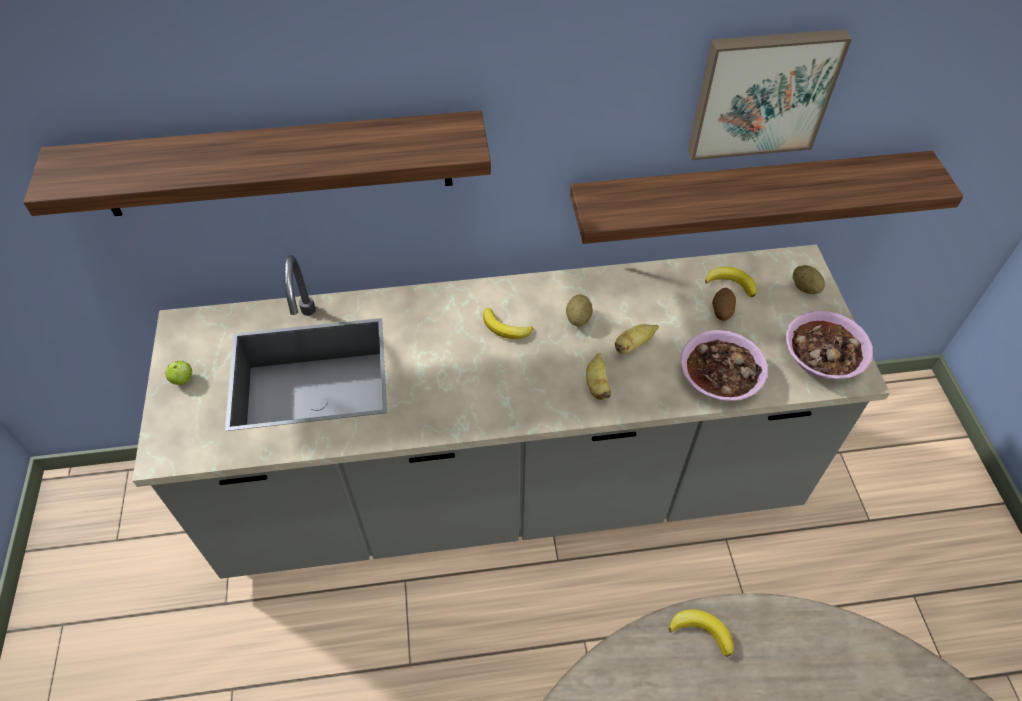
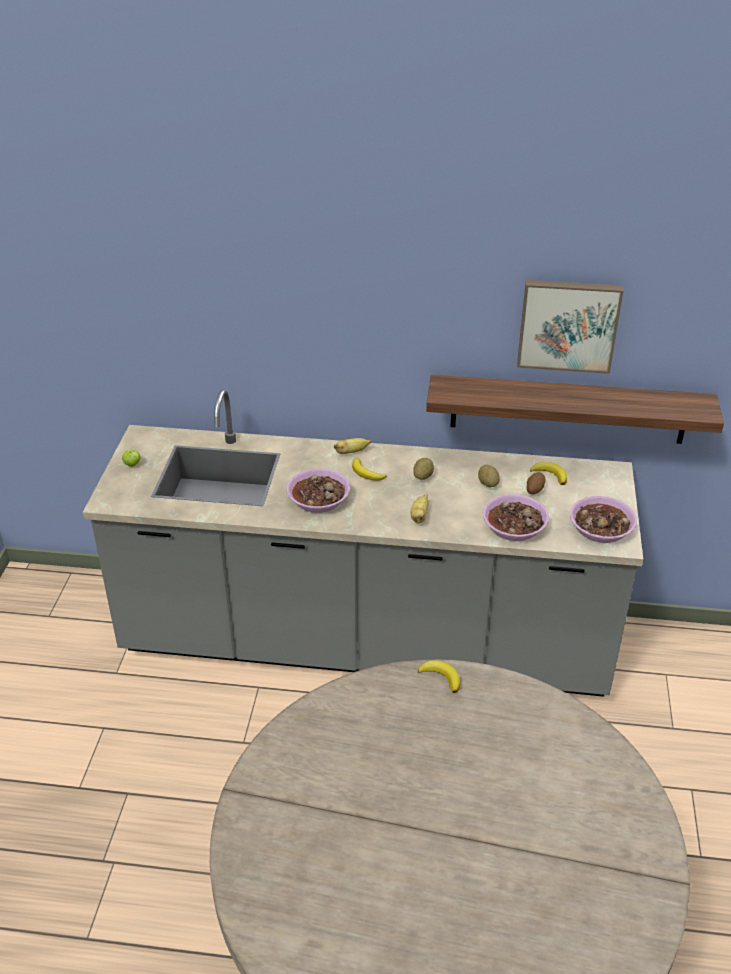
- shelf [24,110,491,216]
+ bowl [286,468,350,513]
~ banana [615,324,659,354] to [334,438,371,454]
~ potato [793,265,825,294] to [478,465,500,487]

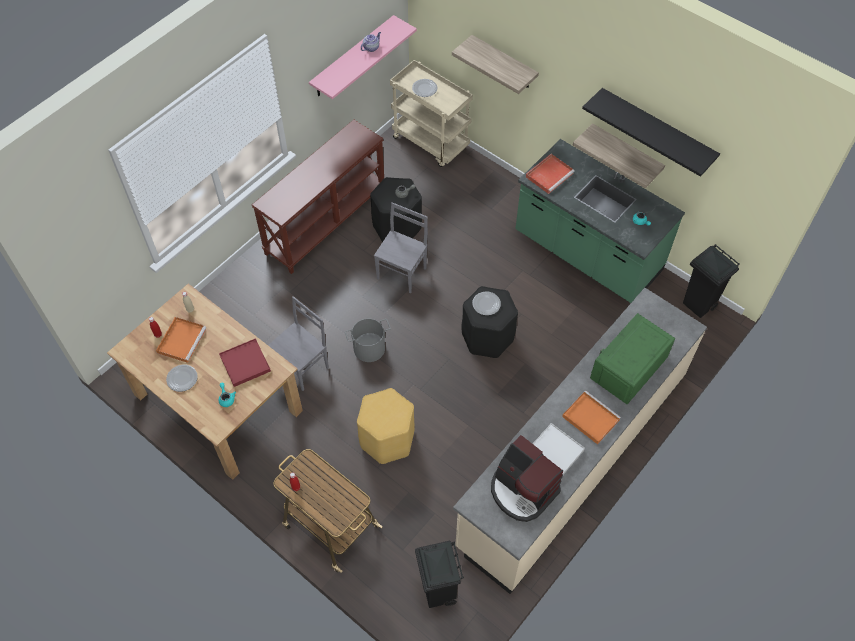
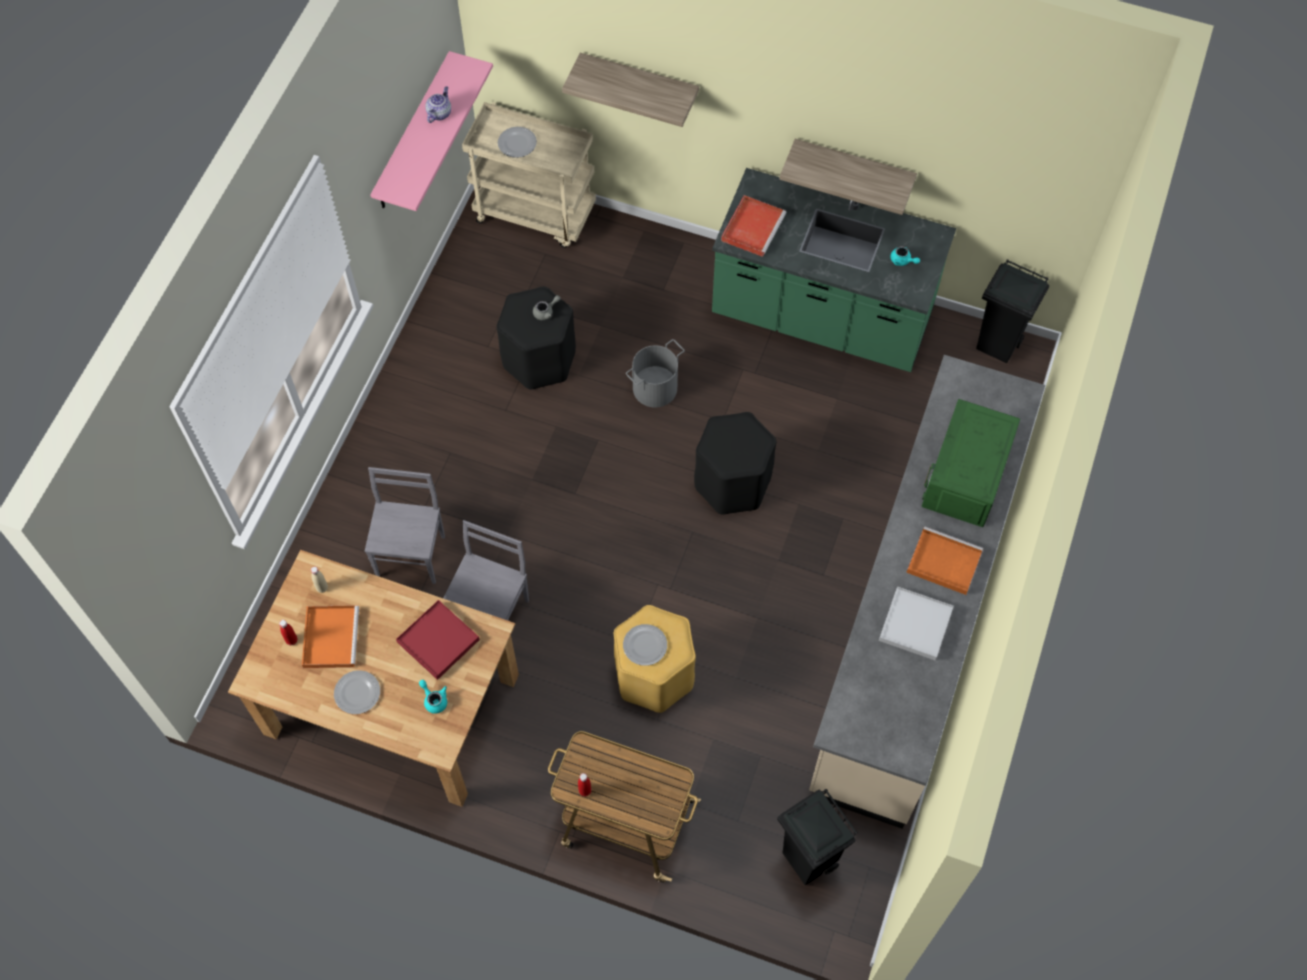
- console table in brown [252,120,384,274]
- coffee machine [491,435,563,522]
- shelf in black [582,88,720,177]
~ bucket in grey [345,319,391,362] to [626,339,685,407]
~ chair in grey [374,202,428,293] to [365,467,445,584]
~ plate [472,291,501,315] to [623,624,667,666]

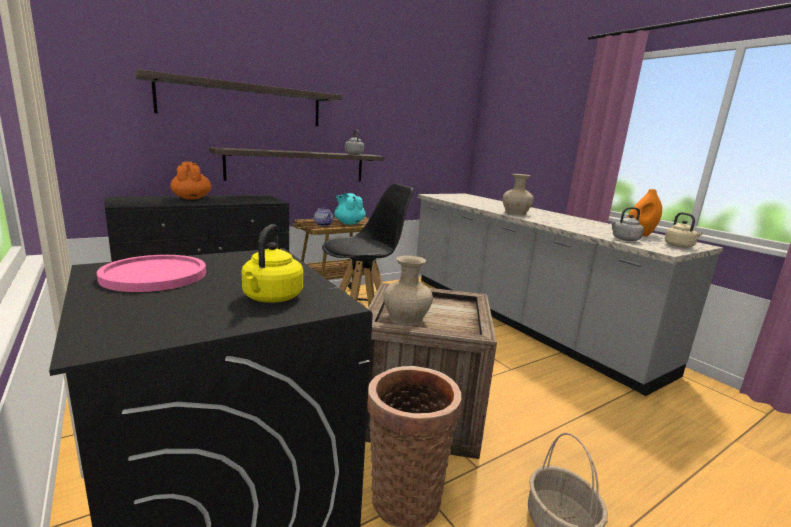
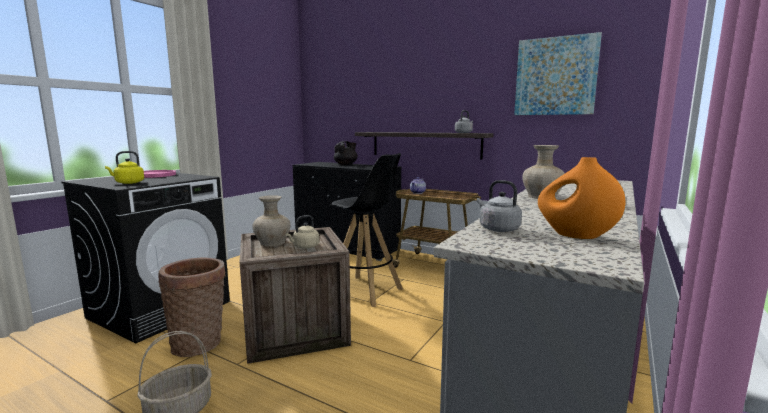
- shelf [135,69,342,126]
- teapot in turquoise [334,193,366,225]
+ picture [514,32,602,115]
~ kettle in beige [664,212,703,248] to [286,215,319,249]
~ teapot in orange [170,162,212,199] to teapot in black [334,141,358,165]

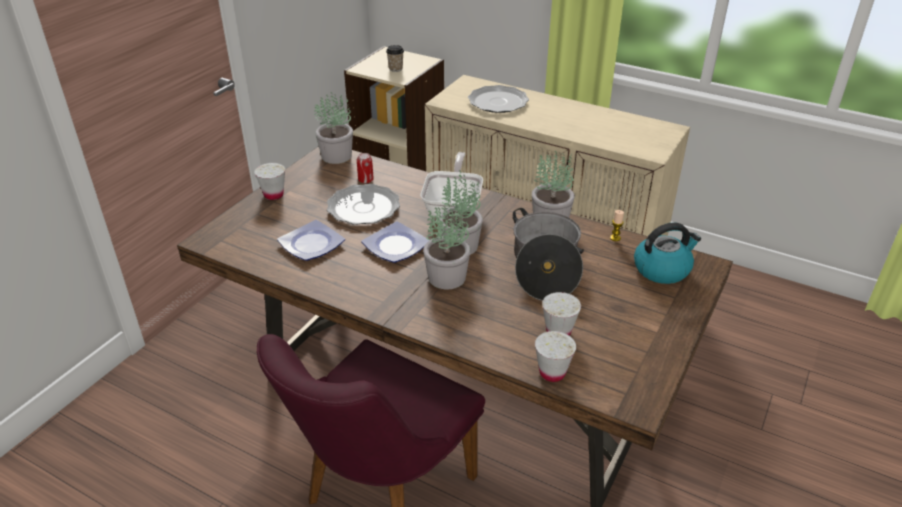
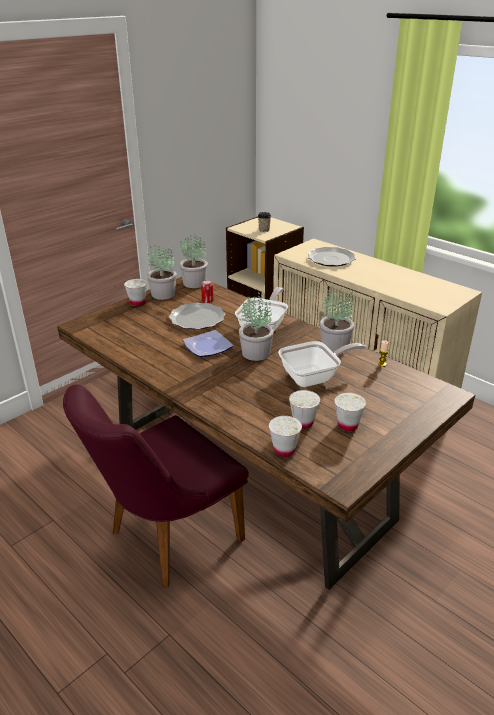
- plate [277,220,345,261]
- kettle [634,222,701,284]
+ cup in white [335,393,366,431]
~ potted plant [423,207,471,289] to [147,246,176,300]
~ cooking pot [513,208,584,301] to frying pan [278,341,366,387]

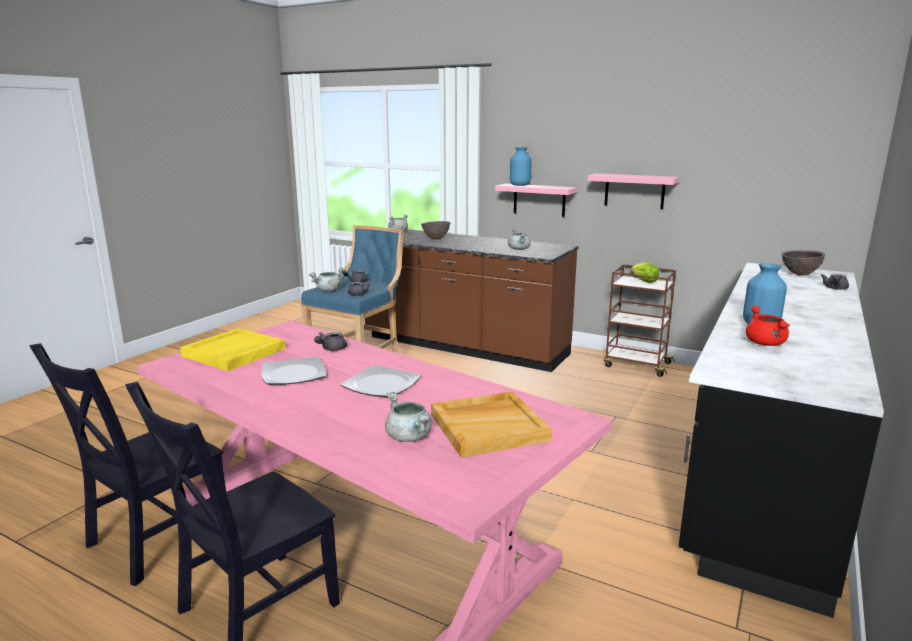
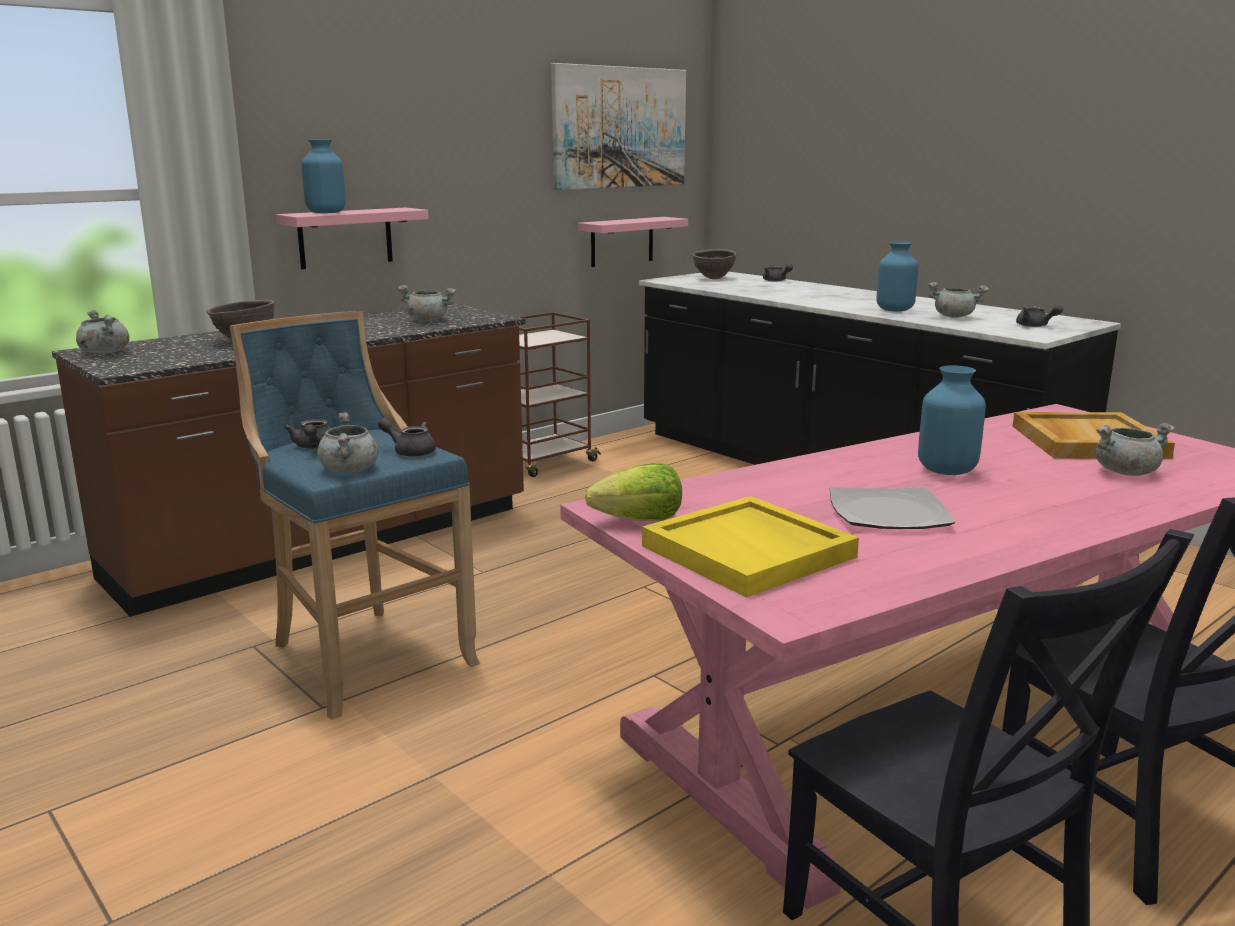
+ picture [551,63,686,190]
~ teapot in grey [314,332,347,351] to [1016,305,1063,327]
~ shelf in pink [587,173,679,209] to [578,217,688,267]
~ lettuce [631,263,659,283] to [585,463,682,520]
~ plate [340,365,421,397] to vase in blue [918,365,986,475]
~ cooking pot in red [746,306,790,346] to cooking pot in grey [928,282,989,318]

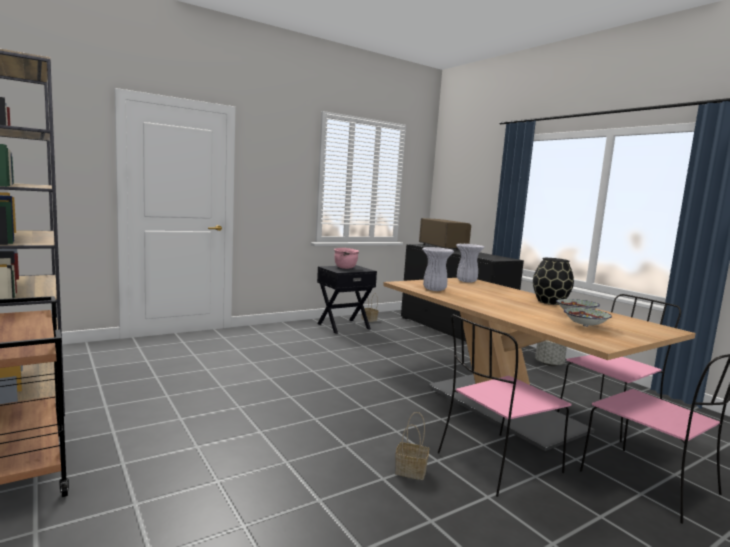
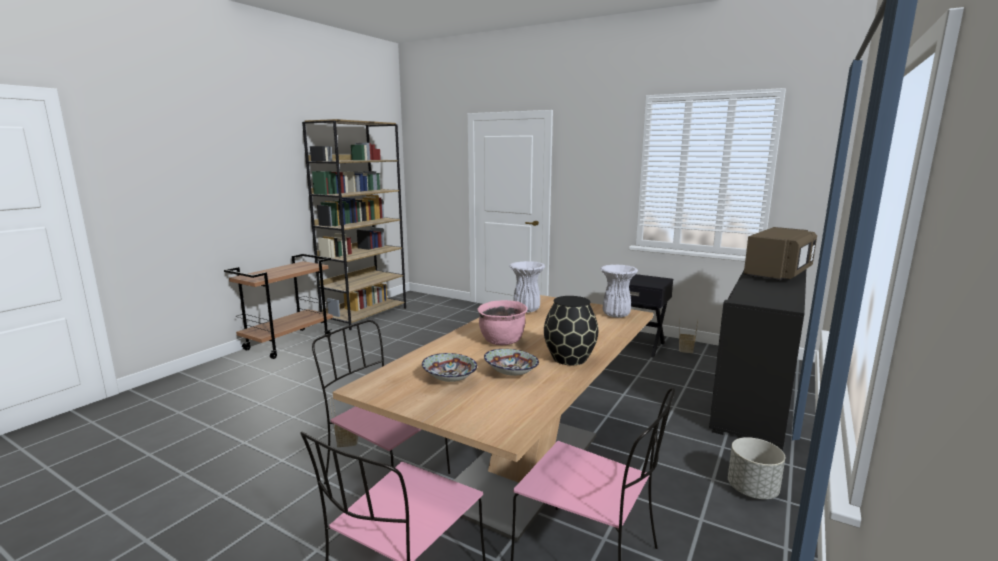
~ cooking pot in pink [334,248,359,269] to [477,300,528,345]

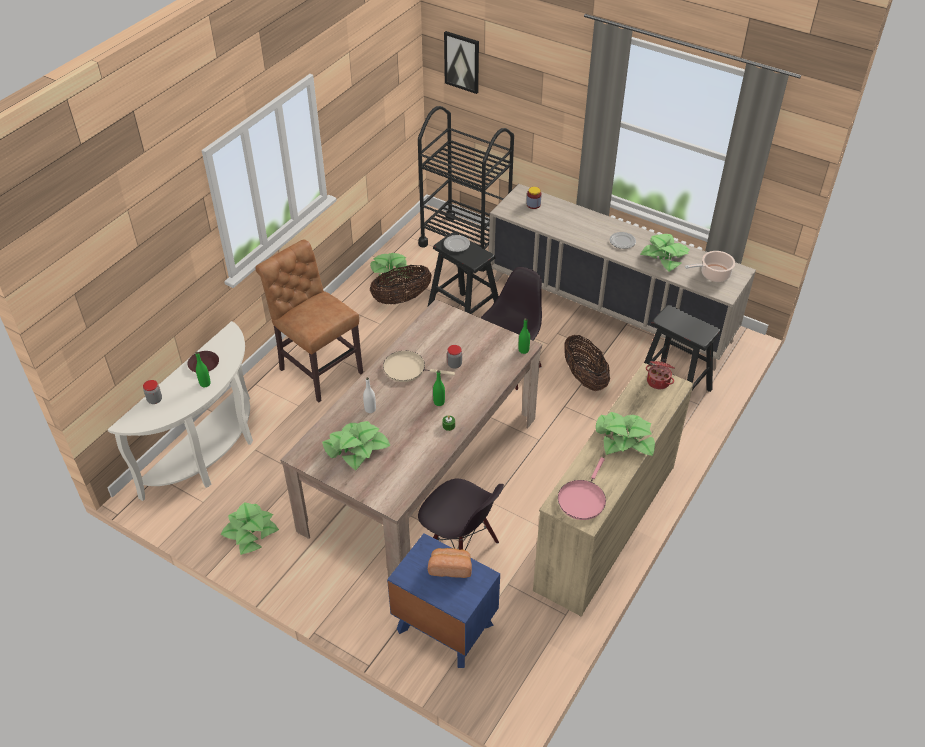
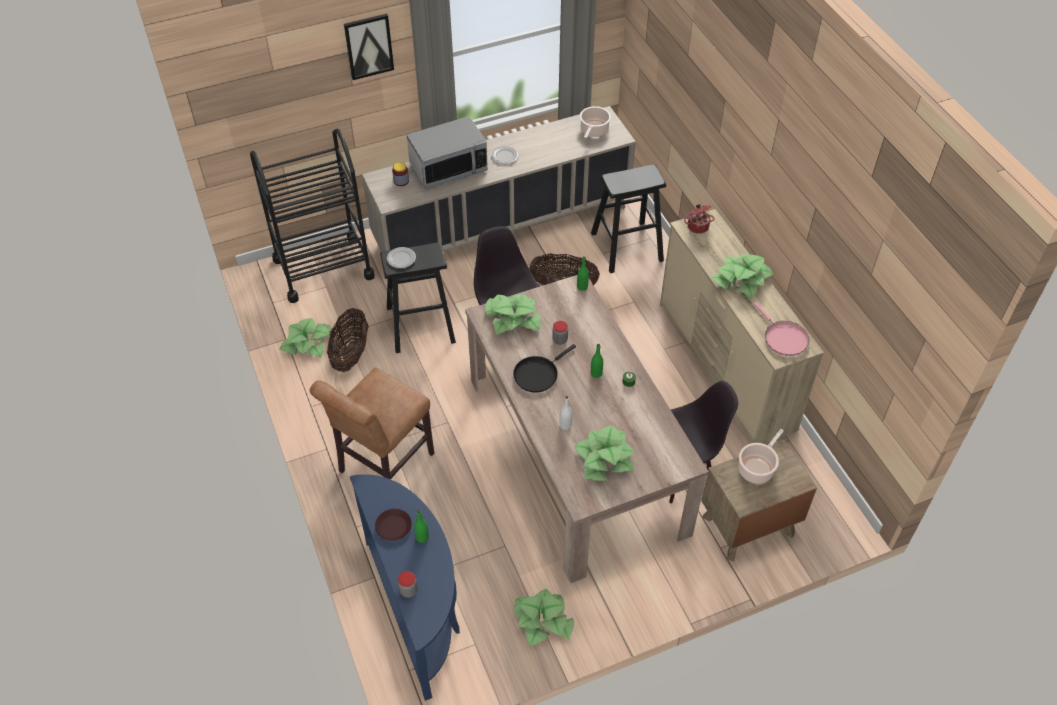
+ microwave [407,116,488,189]
~ picture [444,31,479,94] to [344,14,394,80]
~ potted plant [640,234,690,272] to [485,294,541,335]
~ bread [428,548,472,578] to cooking pot [738,429,784,484]
~ console table in white [108,321,253,501] to console table in blue [350,474,460,701]
~ frying pan in beige [383,351,455,382] to frying pan in black [513,344,576,393]
~ nightstand in blue [387,533,500,668] to nightstand in brown [701,440,817,561]
~ chair in brown [255,240,363,402] = [310,367,434,479] 45 degrees counterclockwise

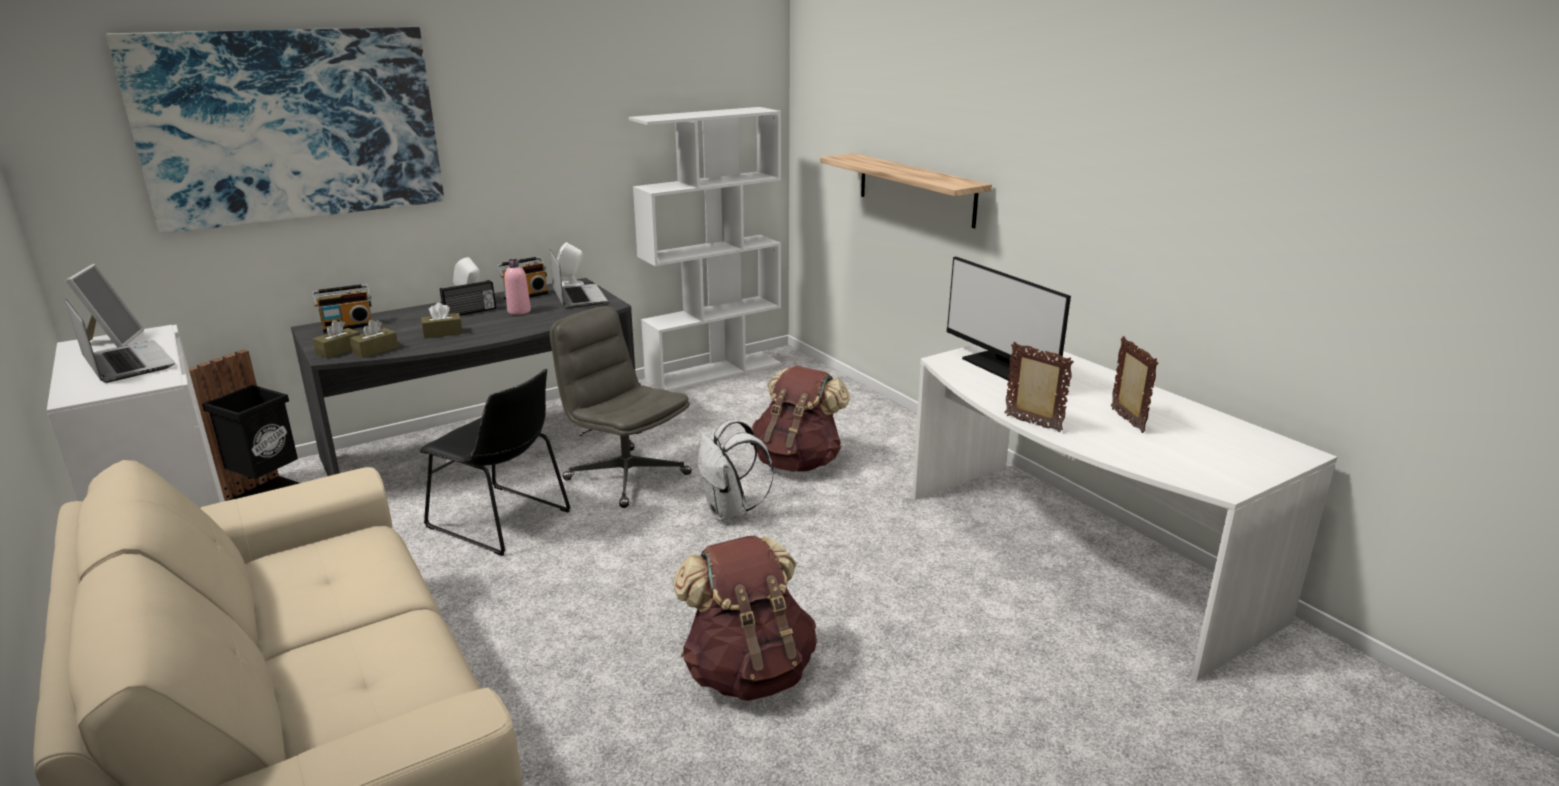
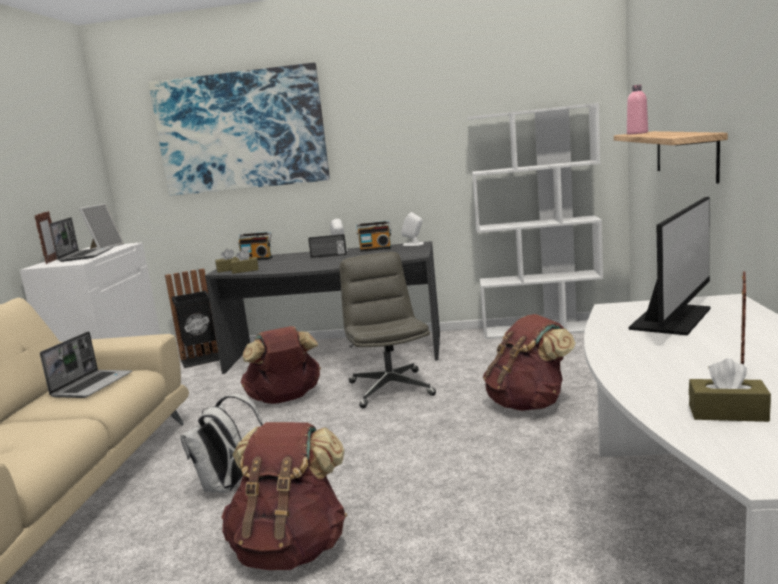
~ tissue box in brown [421,303,463,338] to [689,358,771,422]
~ bottle in pink [505,259,531,315] to [627,85,648,135]
~ laptop [549,249,608,308] to [40,332,132,398]
~ backpack in white [698,419,774,521] to [180,394,263,493]
~ picture frame [1004,342,1074,432] to [35,211,57,264]
~ chair in black [420,369,570,556] to backpack in brown [241,326,321,404]
~ monitor [947,257,1071,383] = [629,197,711,336] 150 degrees counterclockwise

